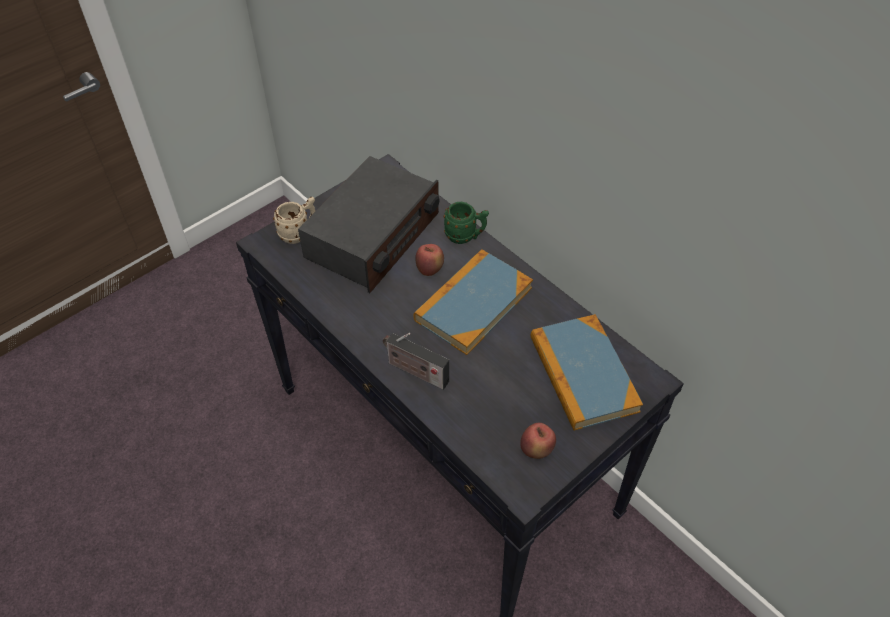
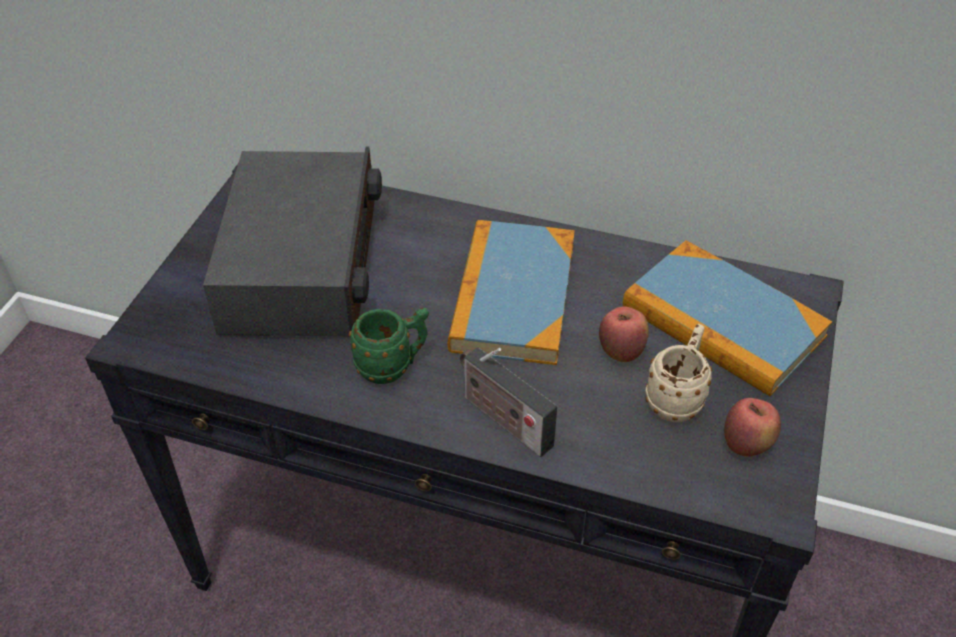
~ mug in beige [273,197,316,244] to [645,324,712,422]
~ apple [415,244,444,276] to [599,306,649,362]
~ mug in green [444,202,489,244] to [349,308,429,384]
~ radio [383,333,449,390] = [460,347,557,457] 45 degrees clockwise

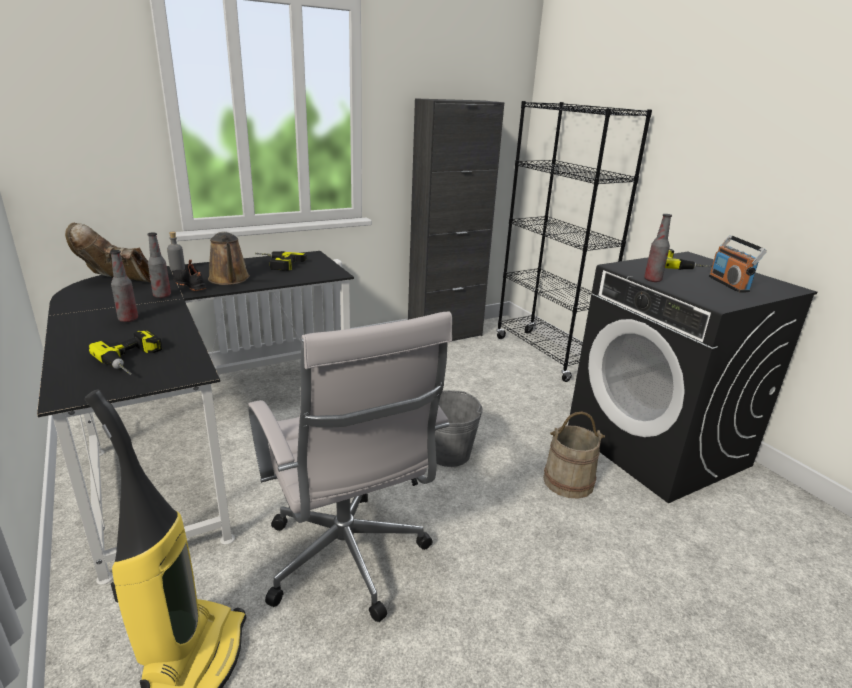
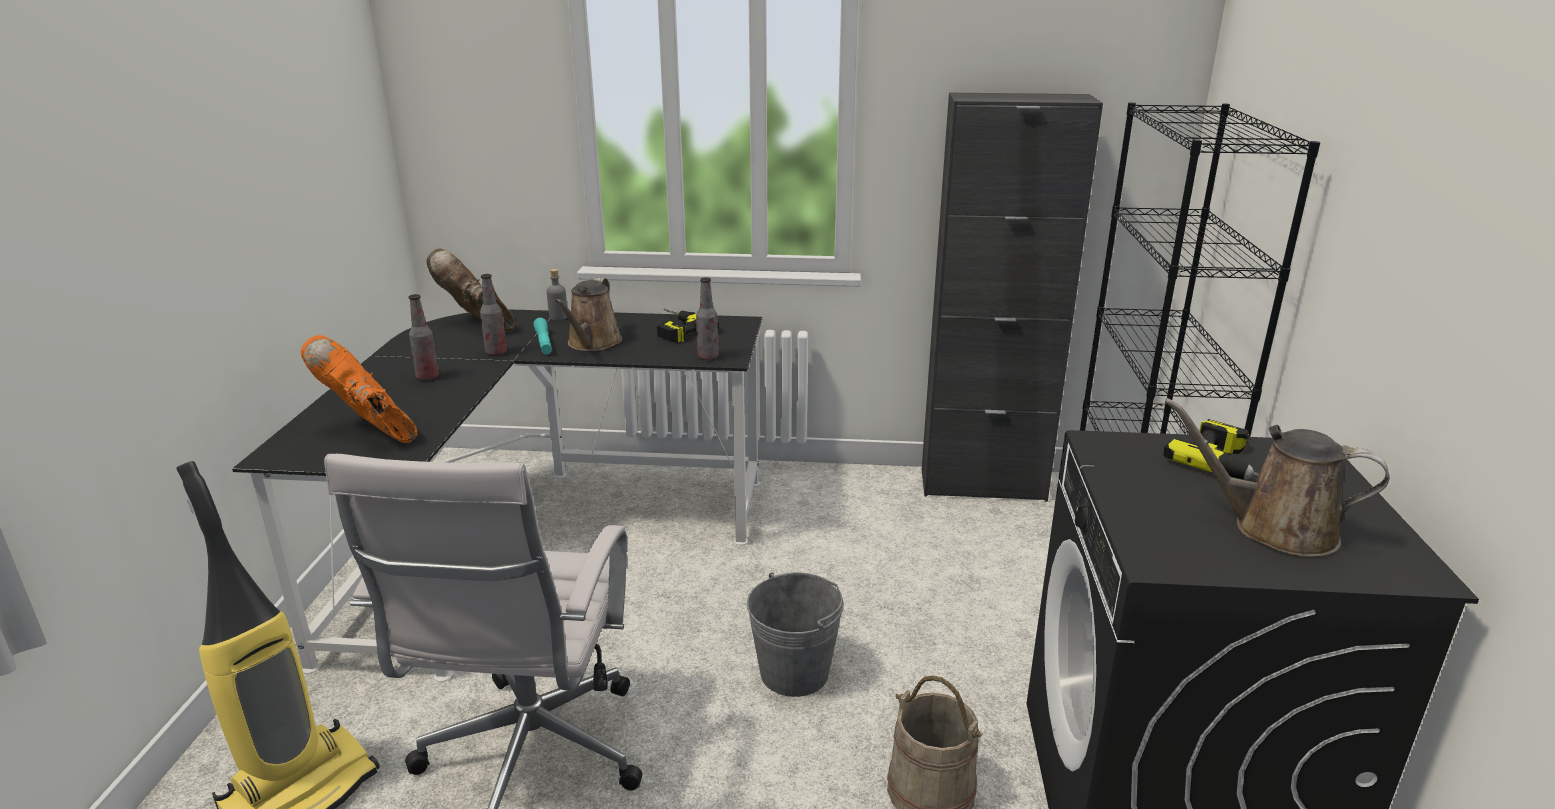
~ bottle [644,214,672,282] to [696,277,719,360]
~ power drill [89,330,162,375] to boot in orange [301,335,417,443]
~ shoe in black [173,260,207,291] to flashlight in turquoise [533,318,552,354]
~ radio [709,235,767,292] to watering can in brown [1165,398,1389,557]

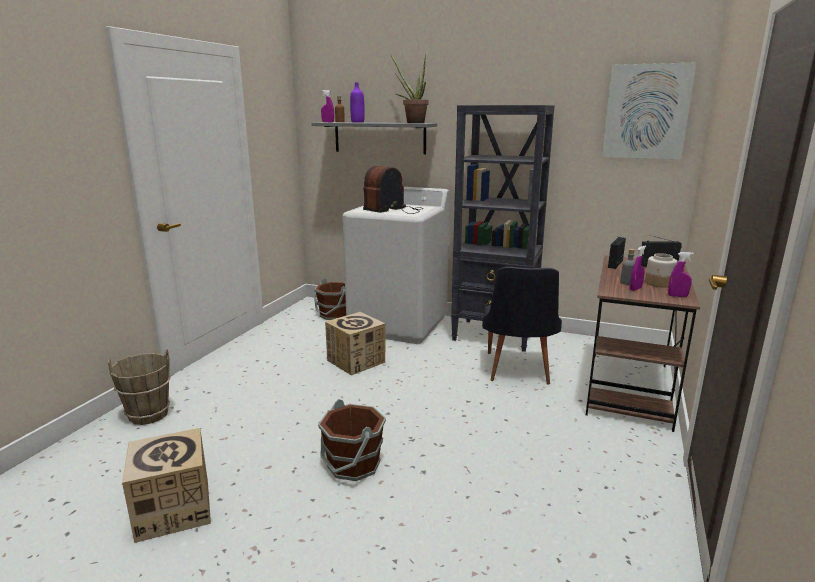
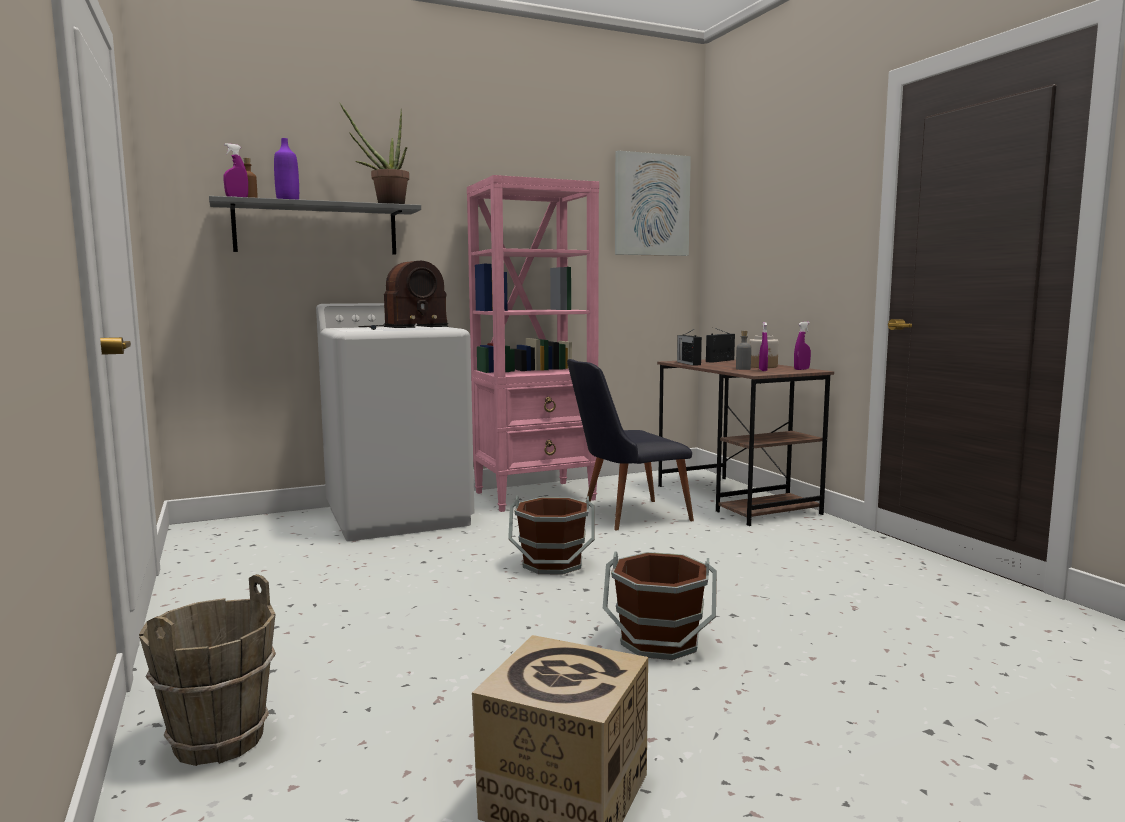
- cardboard box [325,312,386,376]
~ bucket in brown [314,278,346,320] to [508,495,595,575]
~ bookcase in black [451,105,554,352] to bookcase in pink [467,175,599,512]
~ radio [363,166,423,214] = [358,261,448,330] 120 degrees counterclockwise
~ chair in black [482,266,562,385] = [567,359,694,530] 105 degrees clockwise

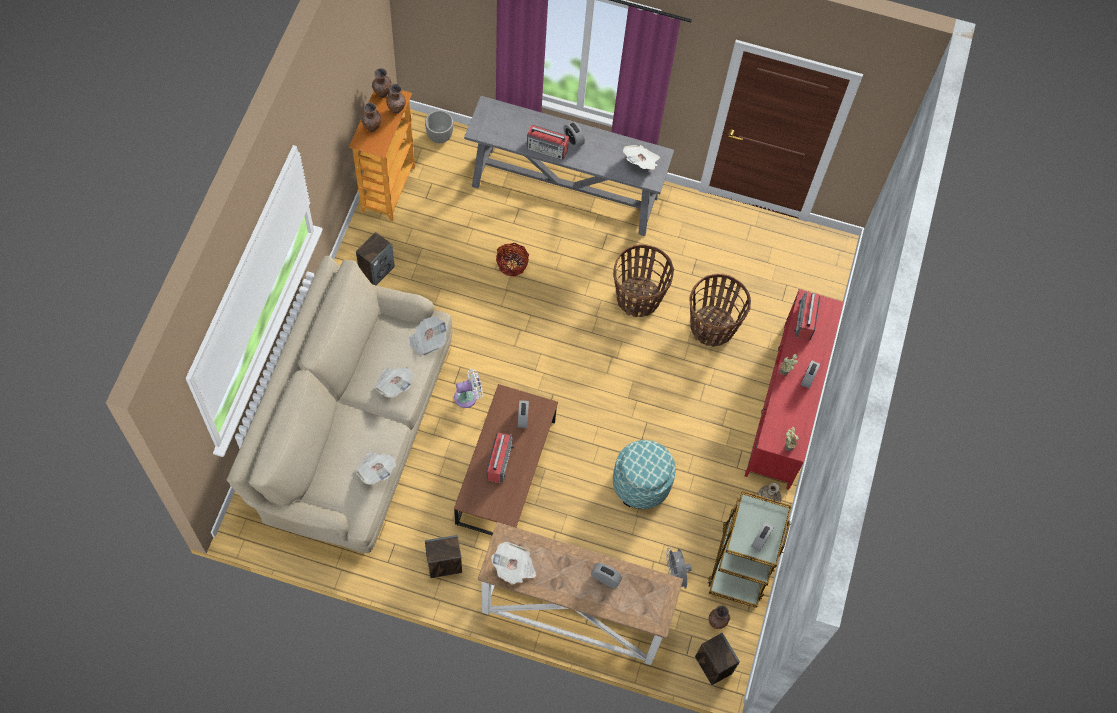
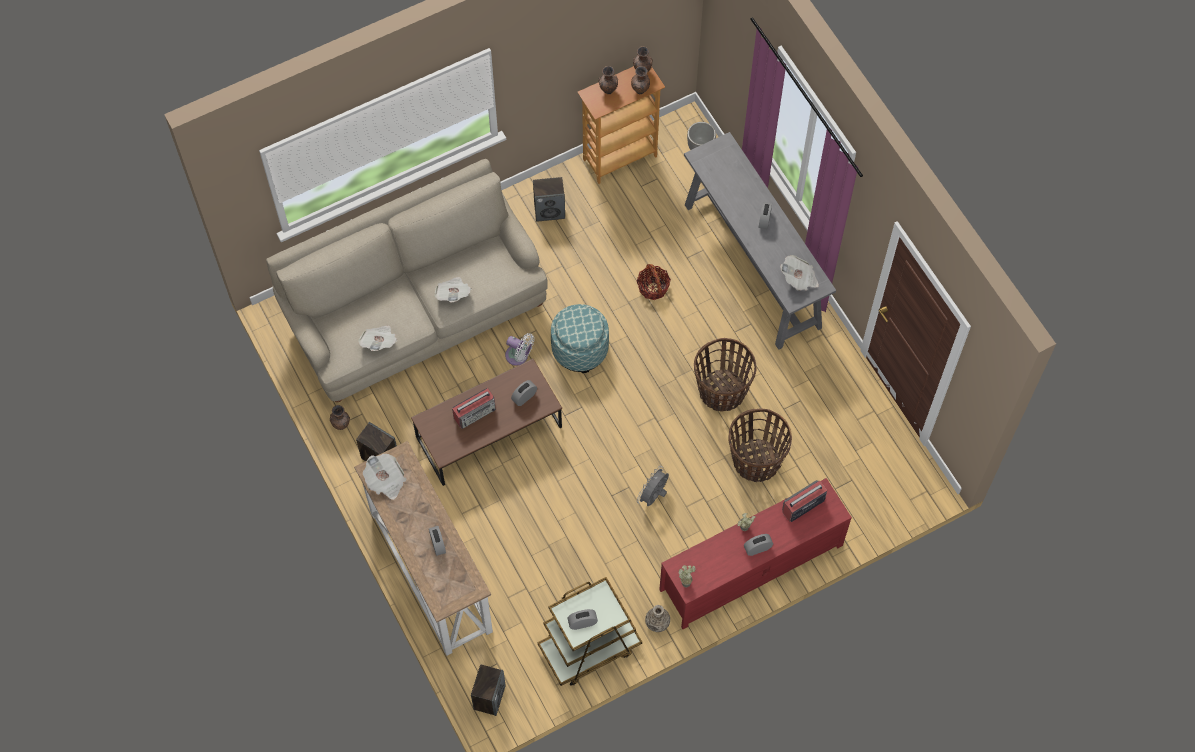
- newspaper [407,316,448,357]
- radio [527,125,569,160]
~ ottoman [613,440,676,509] to [551,304,609,373]
~ fan in grey [666,547,692,589] to [637,466,669,506]
~ vase in brown [709,606,730,629] to [330,405,350,430]

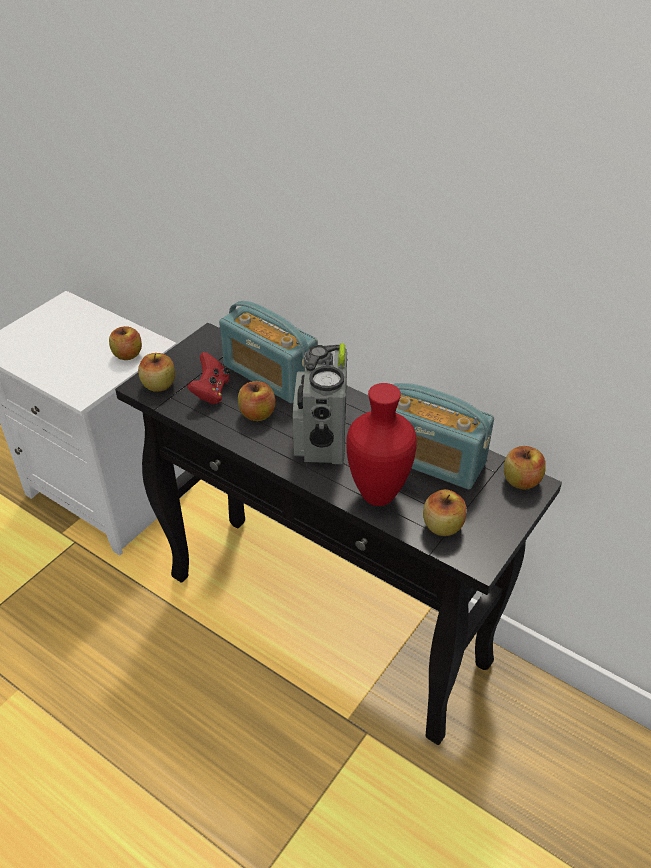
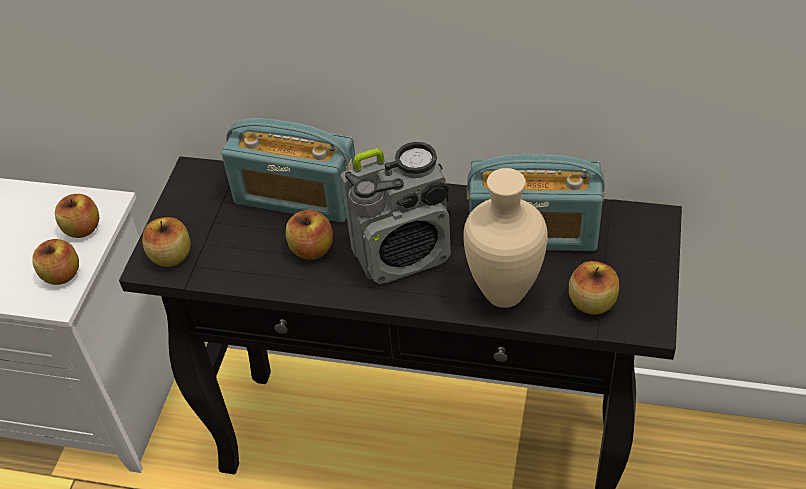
- game controller in red [187,352,230,404]
~ apple [504,446,546,490] to [32,239,79,285]
~ vase in red [346,383,417,506] to vase in beige [463,168,548,308]
~ radio [293,343,348,464] = [341,142,451,284] 90 degrees counterclockwise

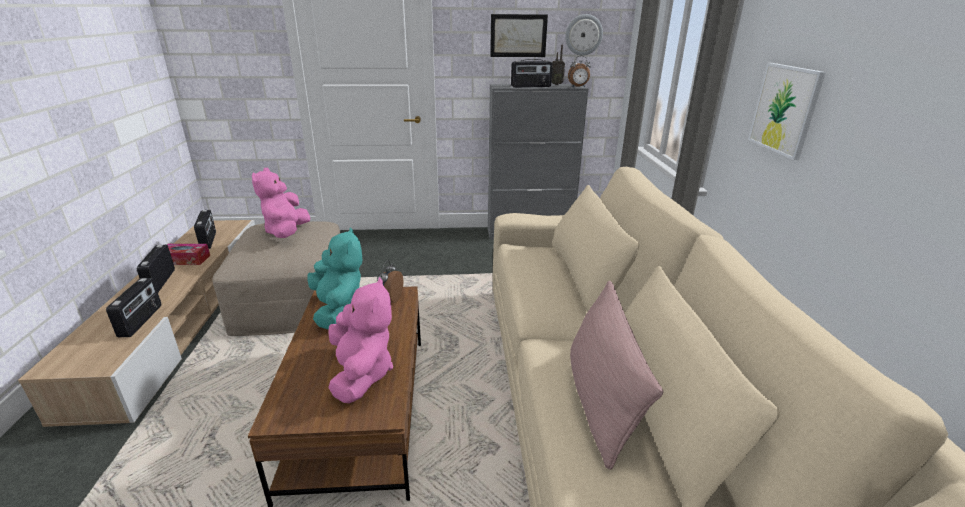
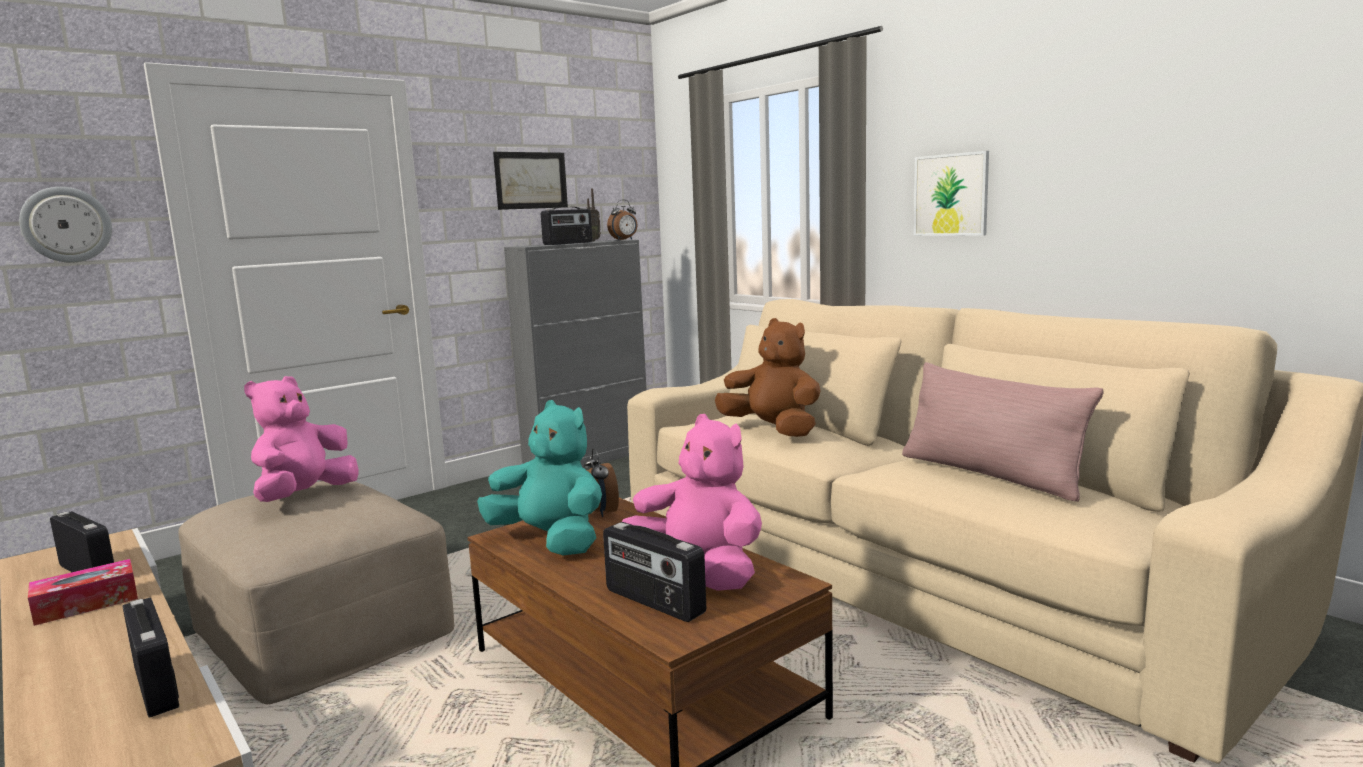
+ plush toy in brown [715,318,820,437]
~ radio [137,245,175,292] to [603,522,706,622]
~ wall clock [565,14,603,56] to [19,187,112,263]
~ plush toy in pink [252,168,310,238] = [244,376,359,502] 60 degrees clockwise

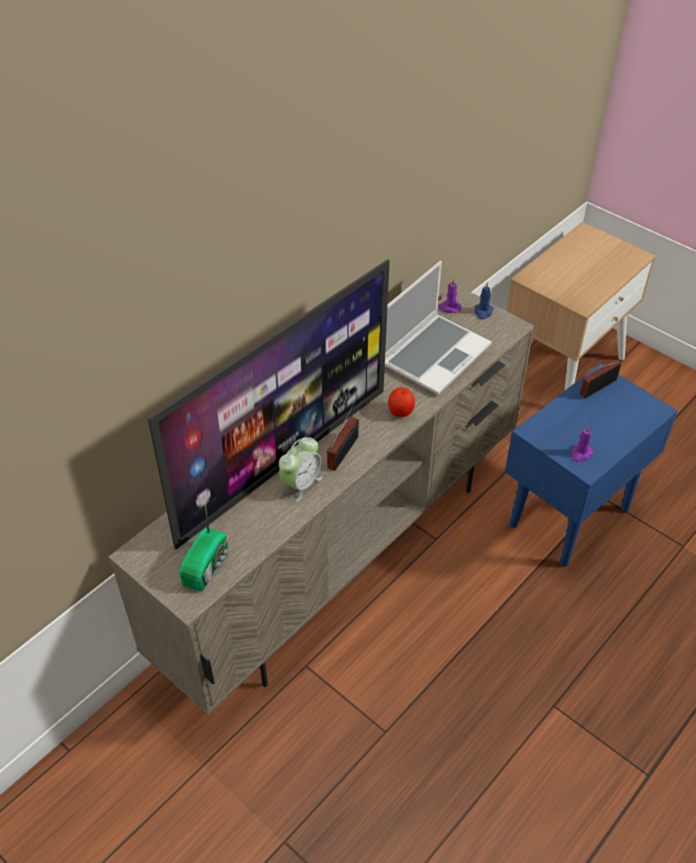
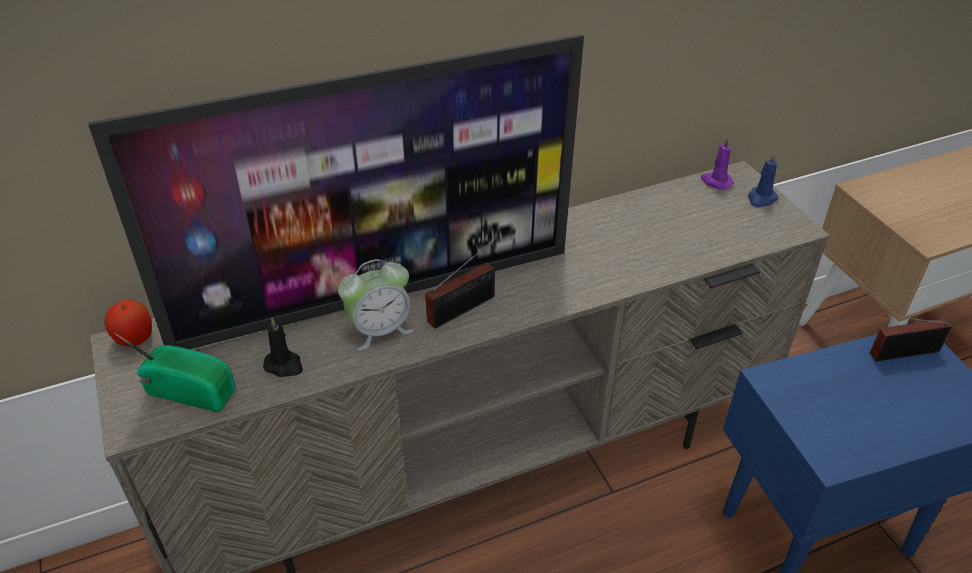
- laptop [385,261,492,395]
- candle in purple [571,426,593,462]
+ candle in black [263,317,303,377]
~ apple [388,387,415,417] to [104,300,152,346]
~ radio [179,503,229,592] = [114,333,236,412] 120 degrees counterclockwise

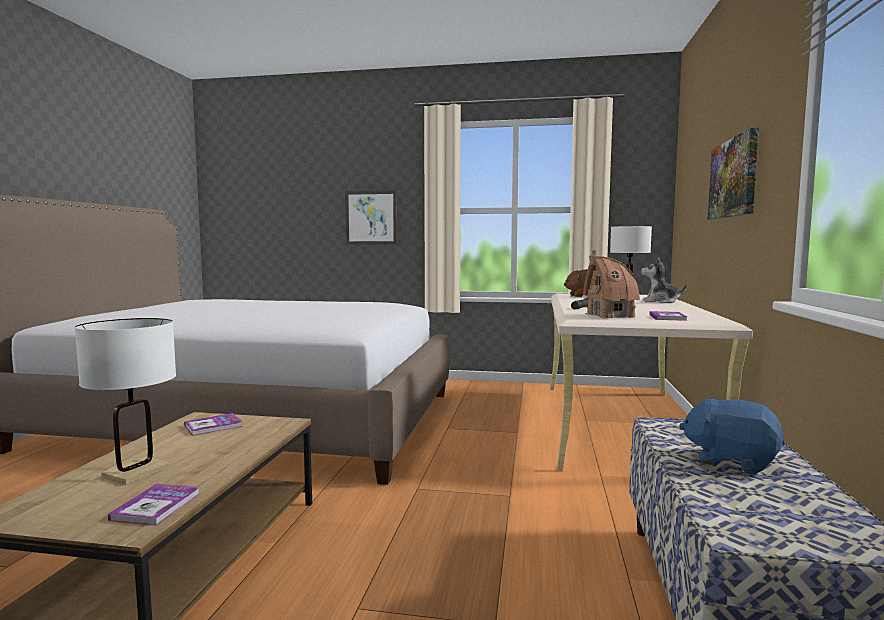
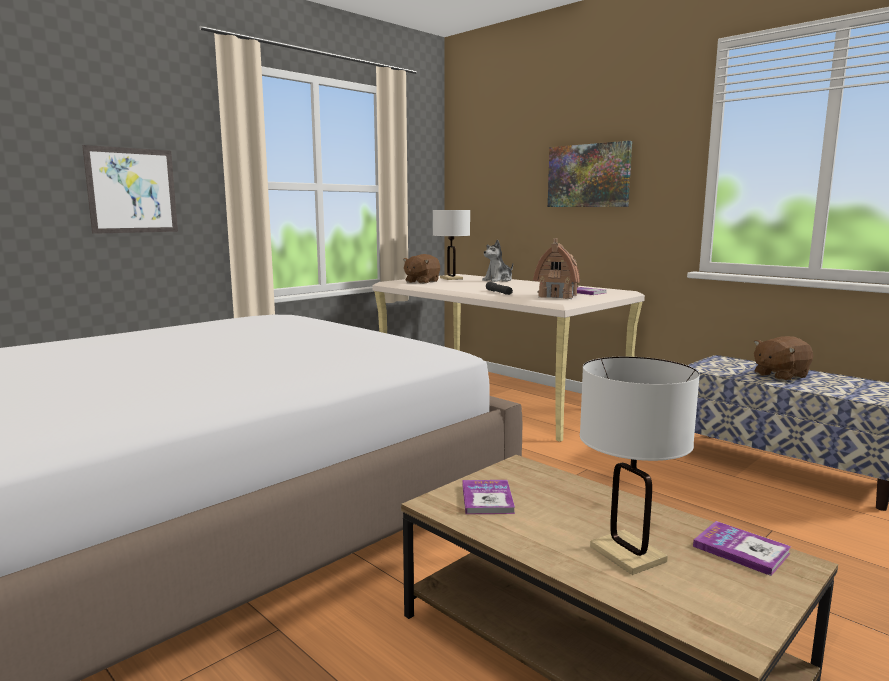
~ plush toy in blue [679,398,785,474] to plush toy in brown [754,336,813,381]

